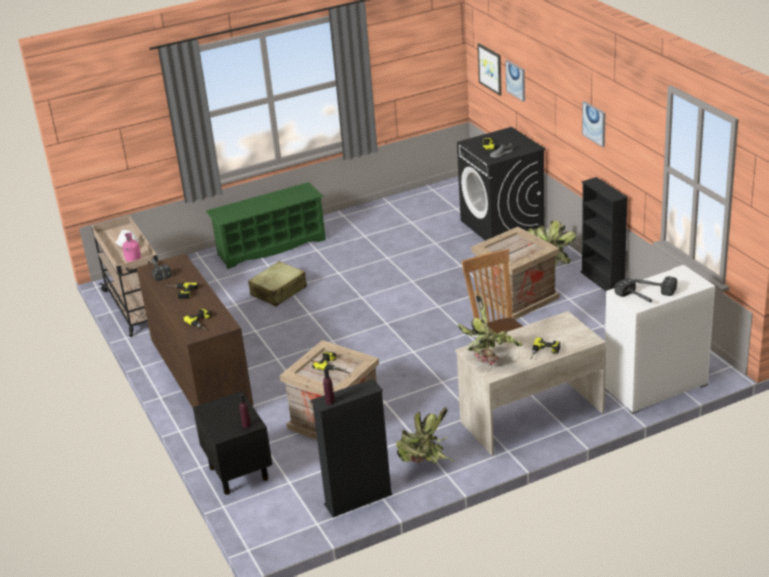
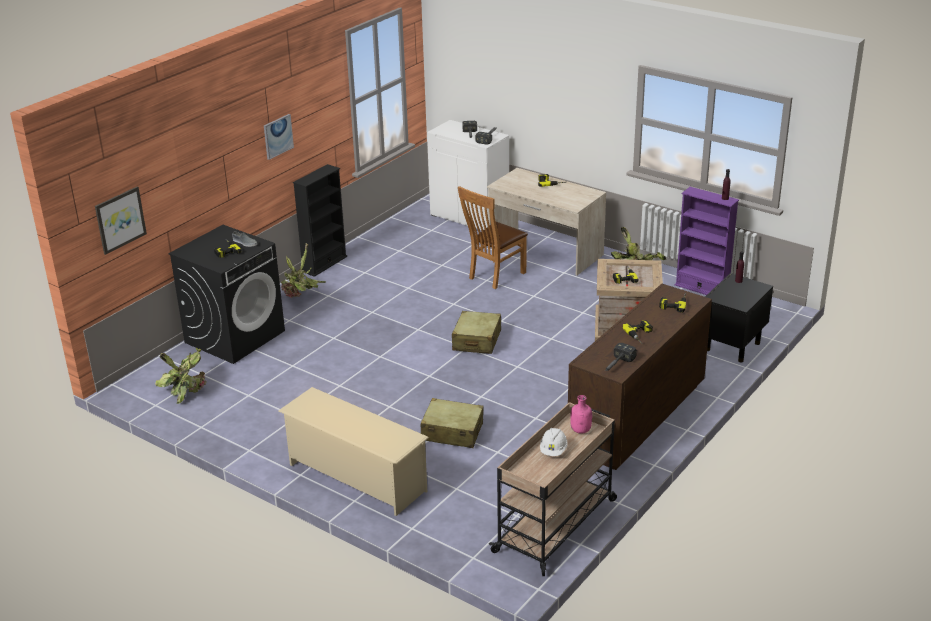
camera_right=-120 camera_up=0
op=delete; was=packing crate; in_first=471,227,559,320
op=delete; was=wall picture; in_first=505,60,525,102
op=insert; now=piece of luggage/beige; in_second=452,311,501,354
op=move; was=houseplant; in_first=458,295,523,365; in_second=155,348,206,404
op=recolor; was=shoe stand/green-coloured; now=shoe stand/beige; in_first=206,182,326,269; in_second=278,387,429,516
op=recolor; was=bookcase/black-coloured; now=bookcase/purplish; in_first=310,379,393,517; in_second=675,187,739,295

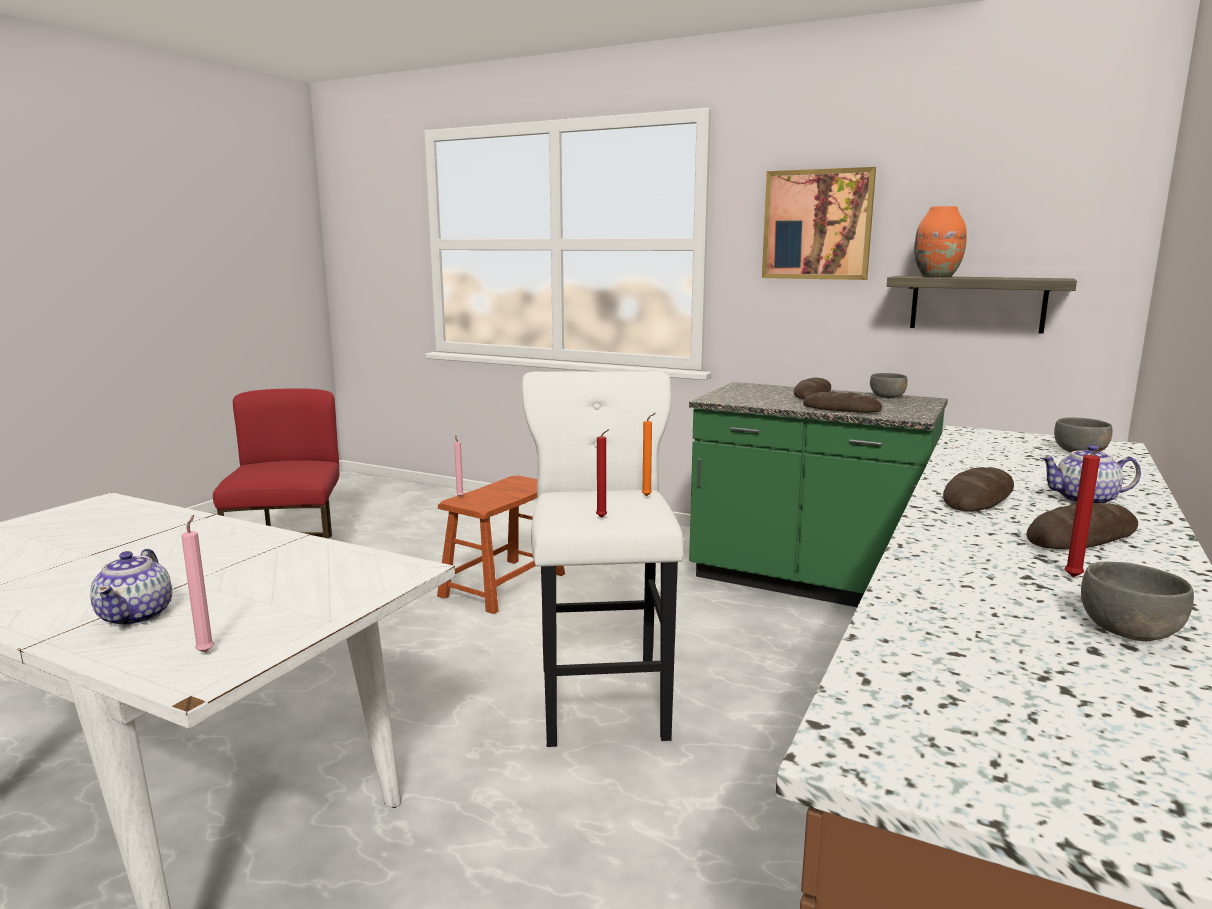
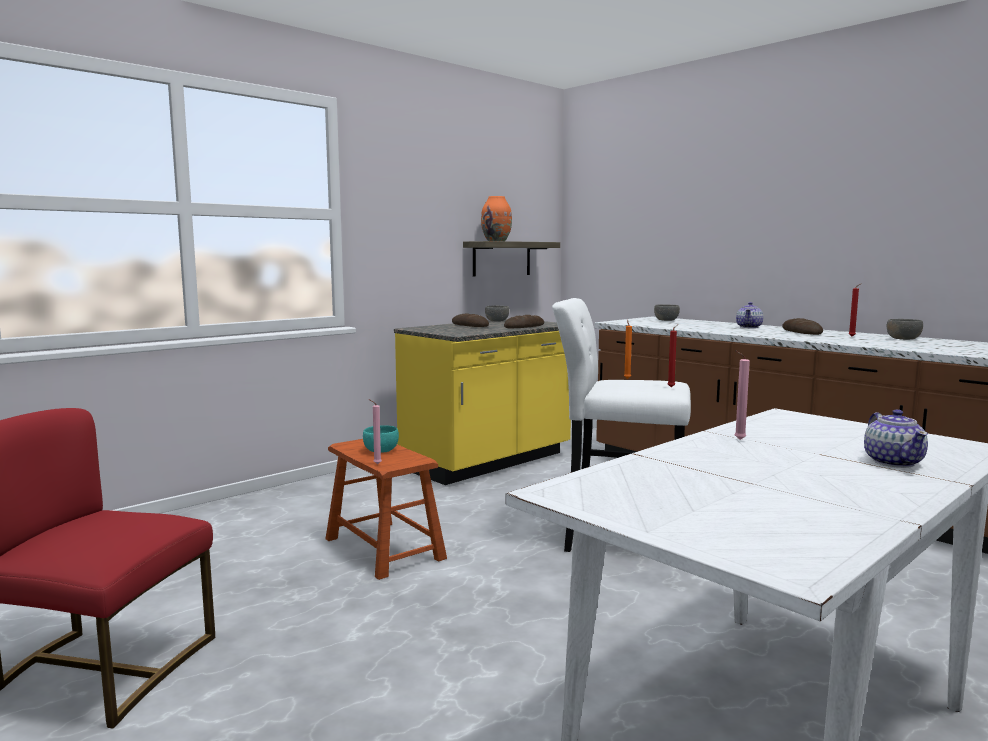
camera_right=-70 camera_up=-5
op=delete; was=wall picture; in_first=762,167,876,280
op=delete; was=bread; in_first=943,467,1014,512
op=insert; now=deep dish/turquoise-coloured; in_second=363,425,399,453
op=move; was=wax light/pink; in_first=181,515,214,653; in_second=734,350,750,440
op=recolor; was=kitchen base unit/green-coloured; now=kitchen base unit/yellow; in_first=689,382,948,607; in_second=394,319,571,485
op=rotate; was=pot for tea; in_first=90,549,172,626; in_second=864,409,928,468; clockwise=75

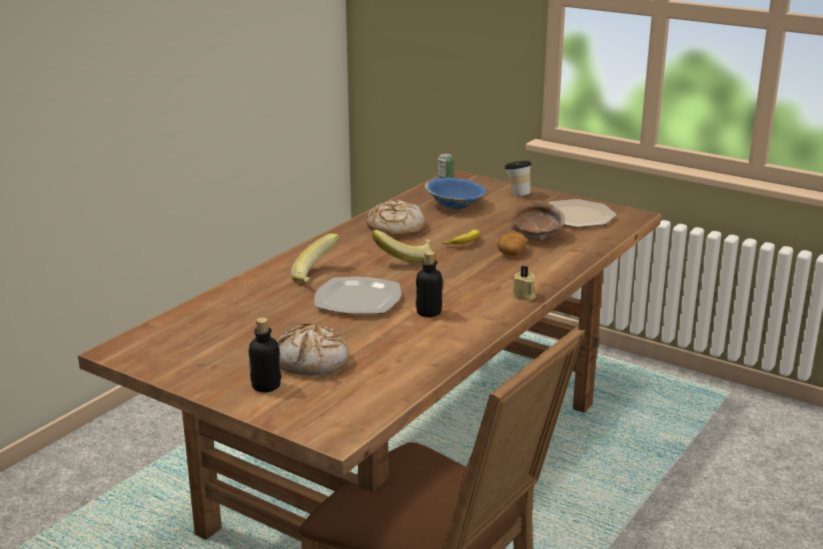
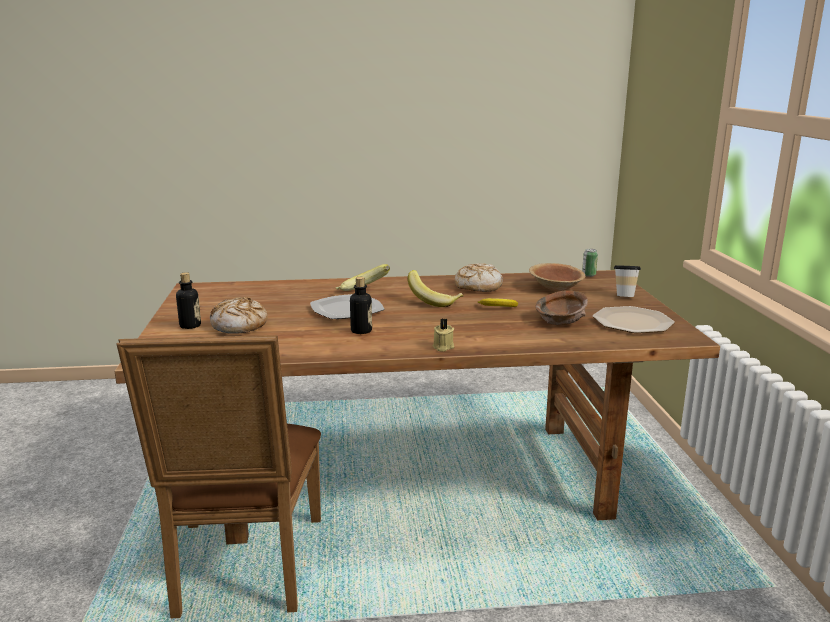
camera_right=50 camera_up=-5
op=delete; was=potato; in_first=497,232,527,256
op=recolor; was=deep dish/blue-coloured; now=deep dish/brown-coloured; in_first=424,177,486,209; in_second=529,263,585,291

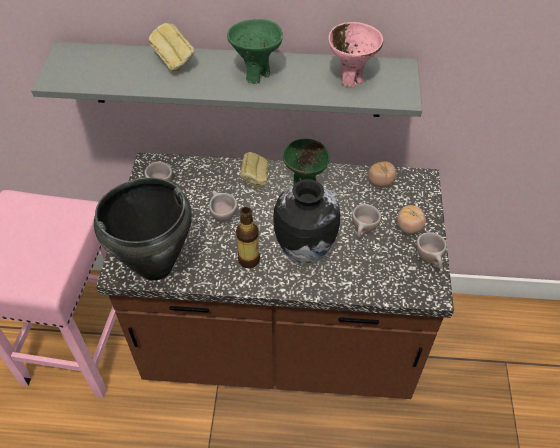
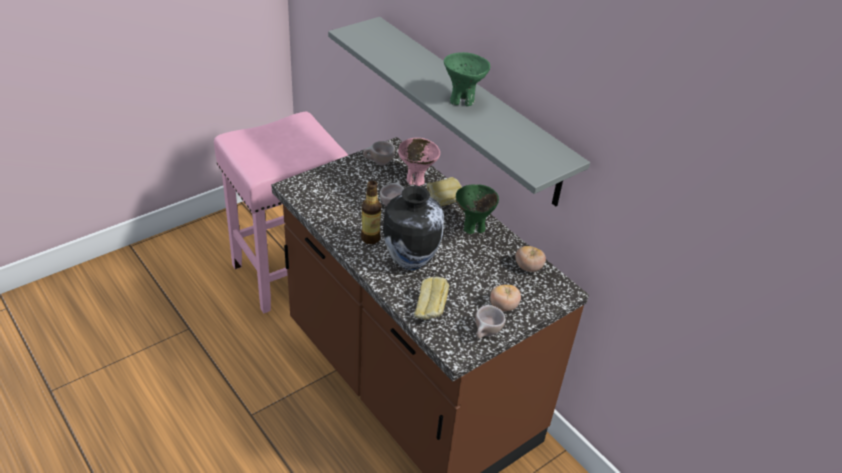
camera_right=45 camera_up=-10
op=delete; was=stockpot/black-coloured; in_first=94,178,192,281
op=delete; was=cup/beige; in_first=352,204,381,238
op=move; was=bread; in_first=149,22,194,71; in_second=414,277,449,320
op=move; was=deep dish/pink; in_first=328,22,383,88; in_second=398,138,440,186

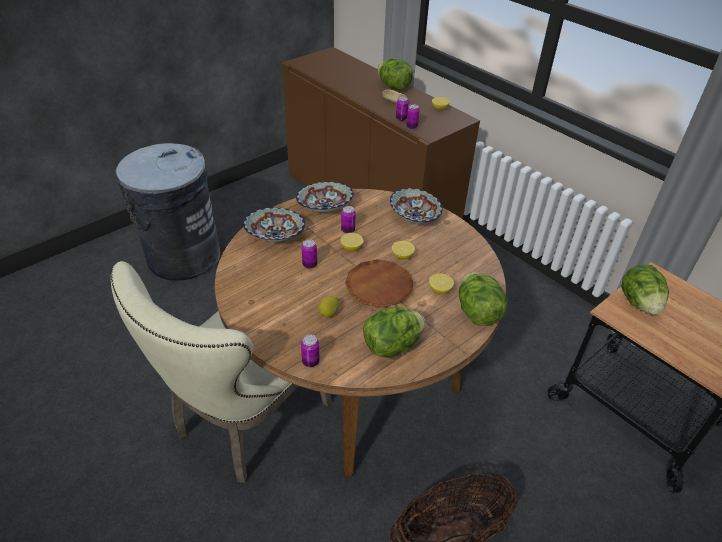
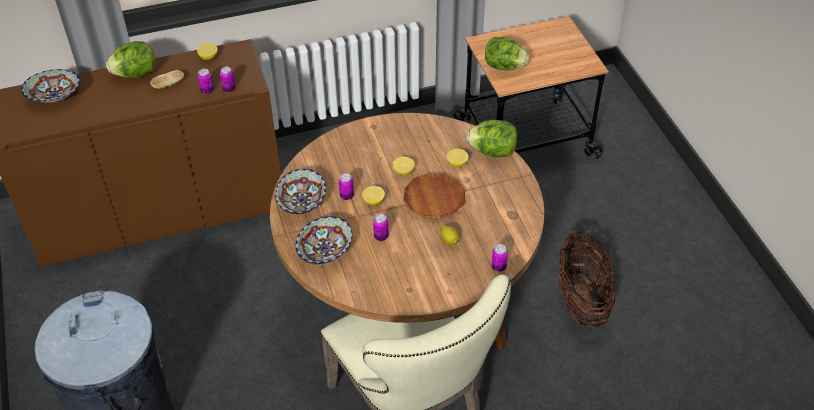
camera_right=-65 camera_up=5
op=delete; was=head of lettuce; in_first=363,307,426,358
op=move; was=deep dish; in_first=390,188,443,223; in_second=21,69,80,103

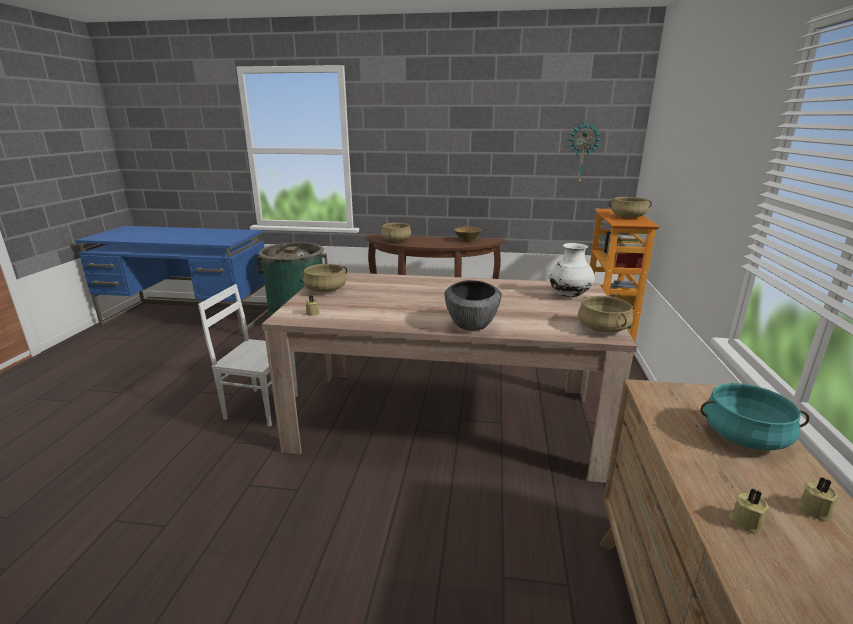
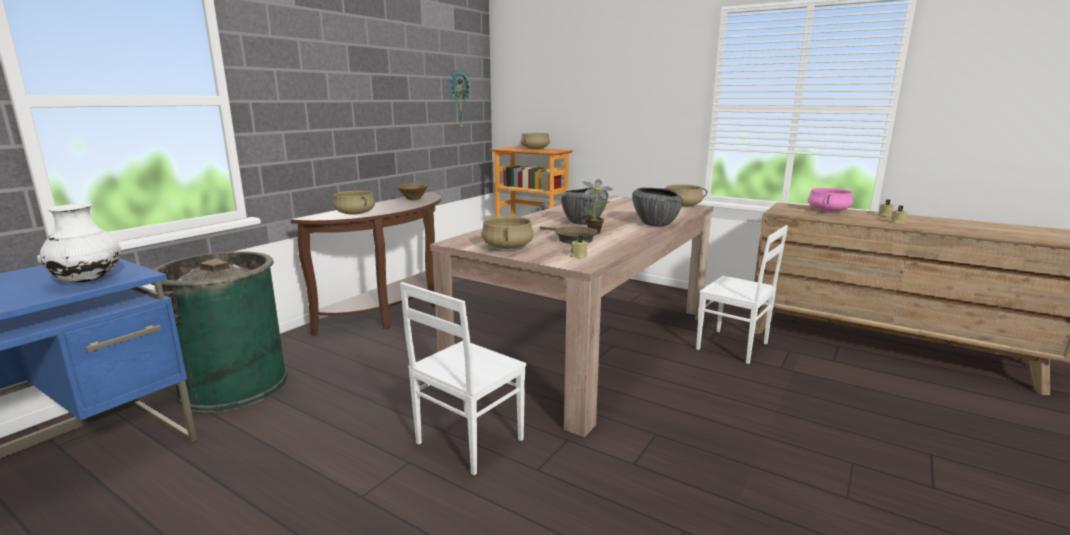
camera_right=-65 camera_up=-5
op=insert; now=skillet/brown-coloured; in_second=540,226,598,244
op=insert; now=deep dish; in_second=561,188,608,225
op=insert; now=houseplant; in_second=582,179,614,234
op=insert; now=chair/whitish; in_second=696,225,788,364
op=move; was=vase/whitish; in_first=549,243,595,297; in_second=40,204,121,283
op=recolor; was=stockpot/turquoise-coloured; now=stockpot/pink; in_first=701,383,810,450; in_second=808,188,853,212

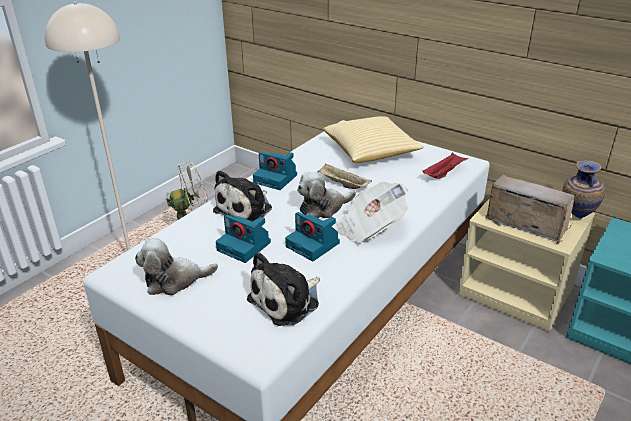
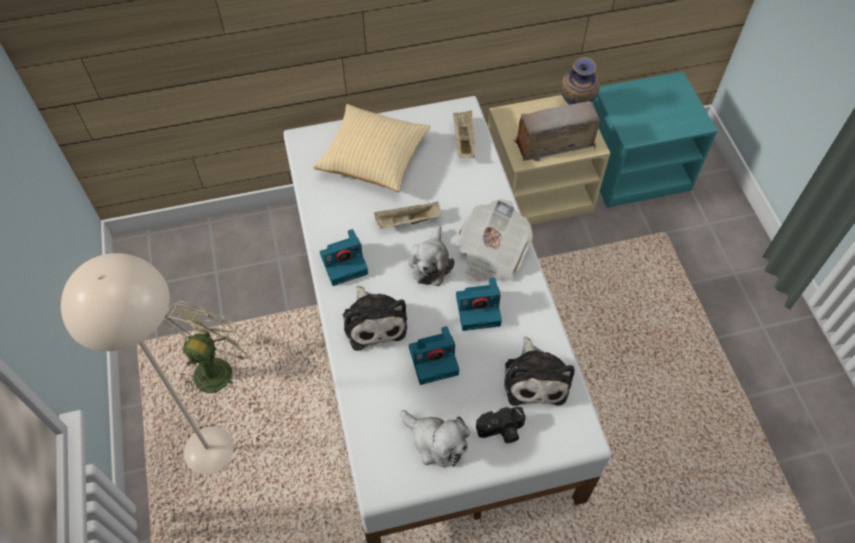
camera_right=-50 camera_up=25
op=insert; now=photo camera; in_second=476,407,526,443
op=recolor; was=tray/red-coloured; now=tray/beige; in_first=422,152,468,179; in_second=453,110,475,158
op=rotate; was=cuddly toy; in_first=135,238,218,295; in_second=400,410,470,468; clockwise=-75

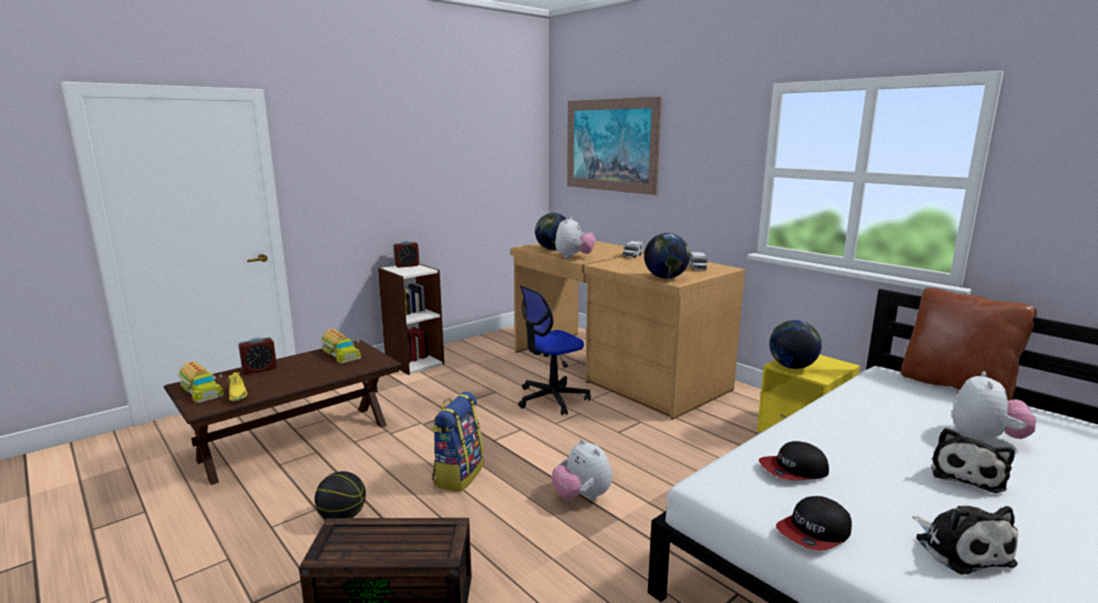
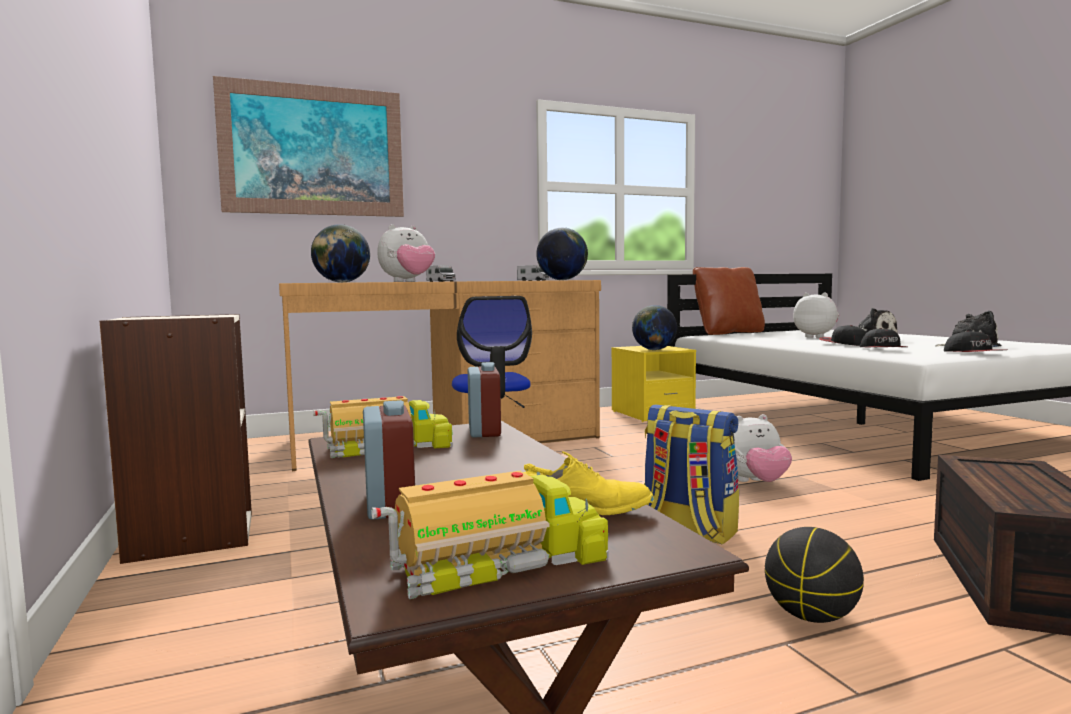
camera_right=-70 camera_up=-10
op=insert; now=peaked cap; in_second=819,325,867,346
op=move; was=bedside clock; in_first=393,241,419,268; in_second=468,362,501,438
op=rotate; was=cuddly toy; in_first=555,217,595,258; in_second=377,224,435,282; clockwise=105

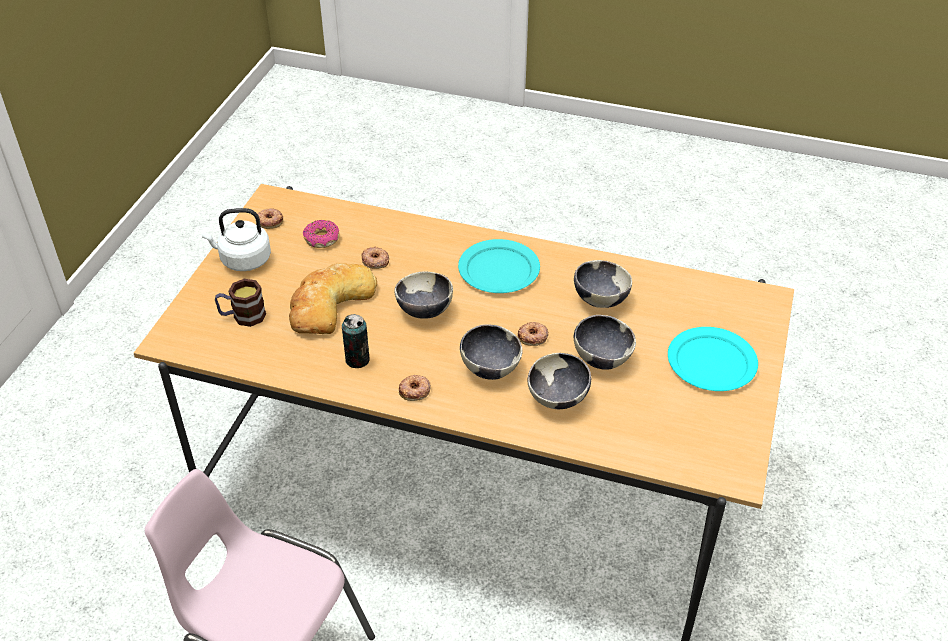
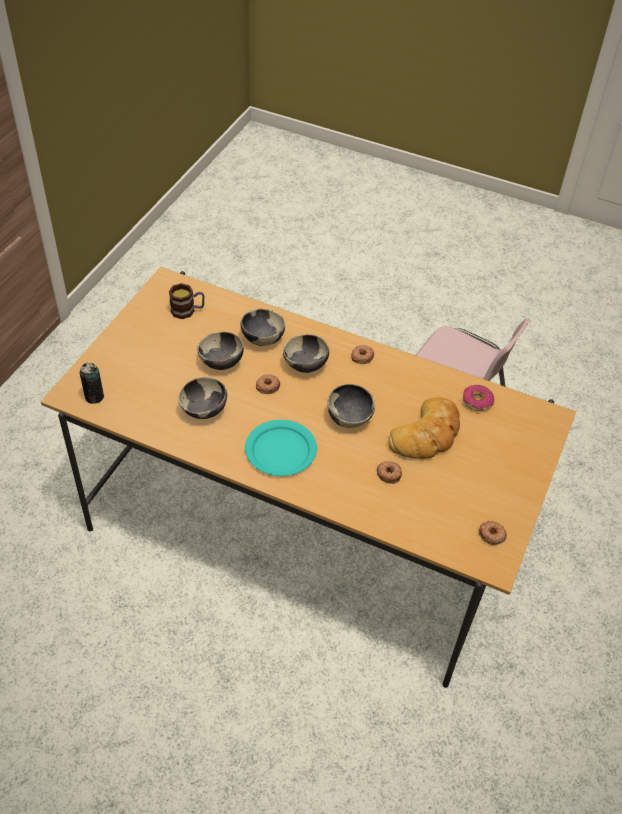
camera_right=-175 camera_up=5
op=delete; was=kettle/whitish; in_first=201,208,271,271
op=delete; was=flat dish/turquoise-coloured; in_first=668,327,758,391
op=move; was=tea mug; in_first=215,279,266,327; in_second=169,283,204,319
op=move; was=donut; in_first=303,220,339,248; in_second=463,385,494,411
op=move; was=metal can; in_first=342,314,370,368; in_second=80,363,104,404

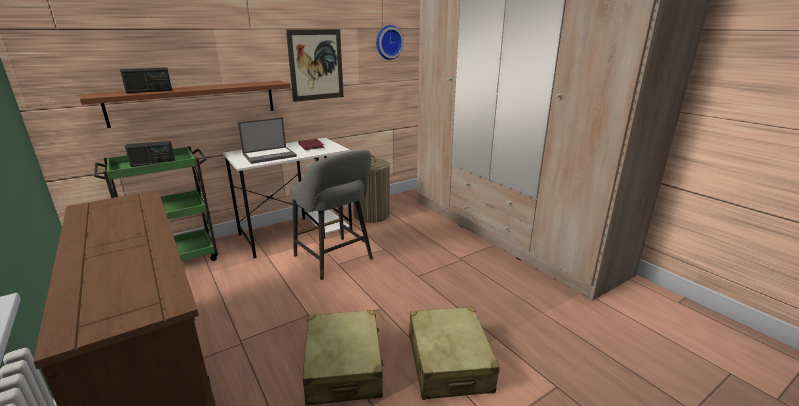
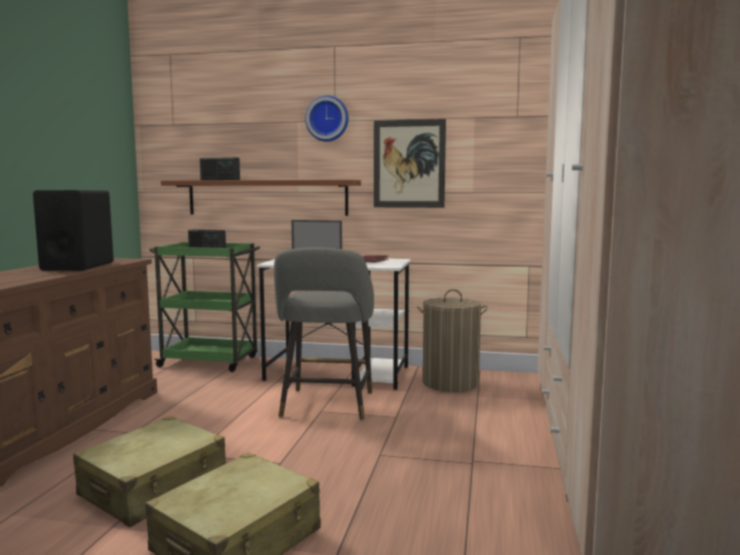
camera_right=45 camera_up=-15
op=insert; now=speaker/black-coloured; in_second=33,190,114,271
op=move; was=clock on the wall; in_first=376,25,404,60; in_second=305,95,348,142

